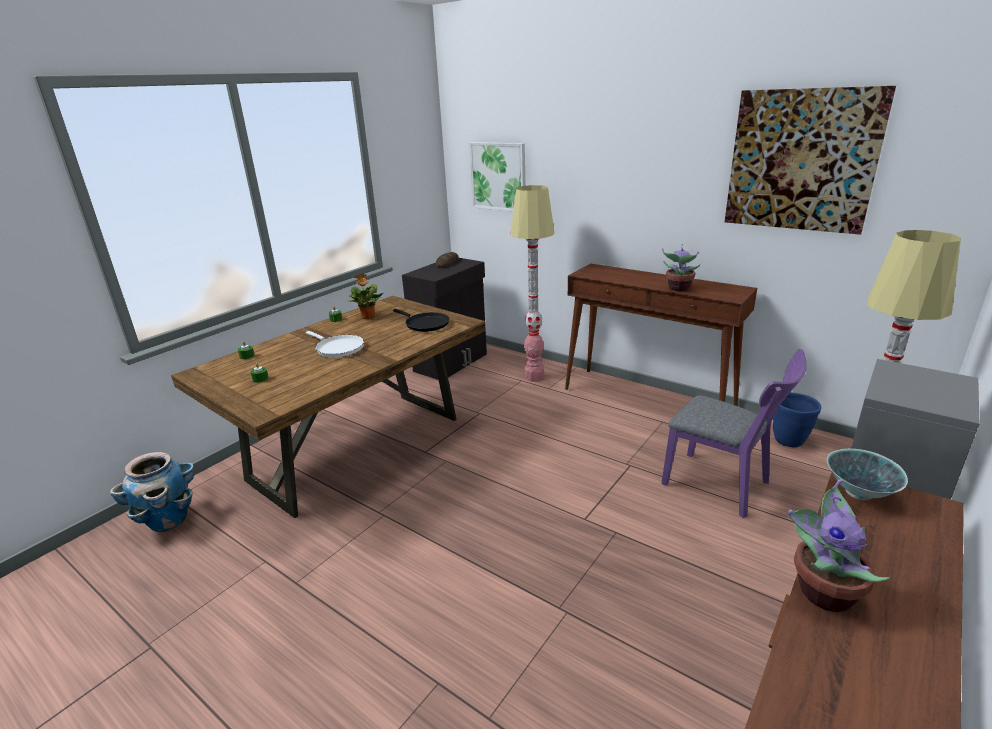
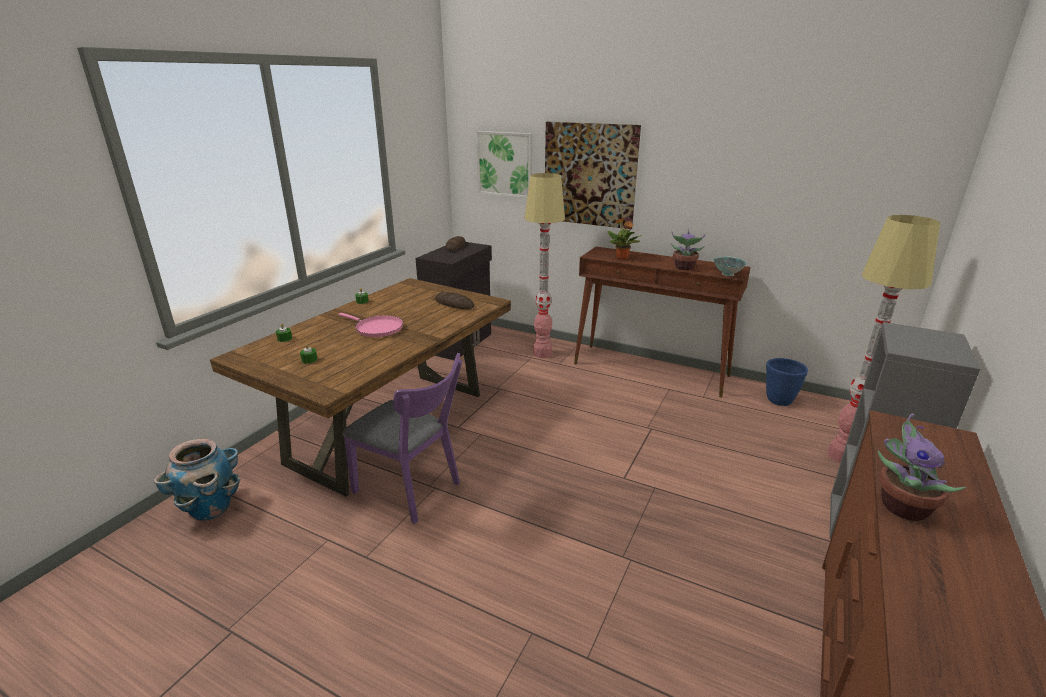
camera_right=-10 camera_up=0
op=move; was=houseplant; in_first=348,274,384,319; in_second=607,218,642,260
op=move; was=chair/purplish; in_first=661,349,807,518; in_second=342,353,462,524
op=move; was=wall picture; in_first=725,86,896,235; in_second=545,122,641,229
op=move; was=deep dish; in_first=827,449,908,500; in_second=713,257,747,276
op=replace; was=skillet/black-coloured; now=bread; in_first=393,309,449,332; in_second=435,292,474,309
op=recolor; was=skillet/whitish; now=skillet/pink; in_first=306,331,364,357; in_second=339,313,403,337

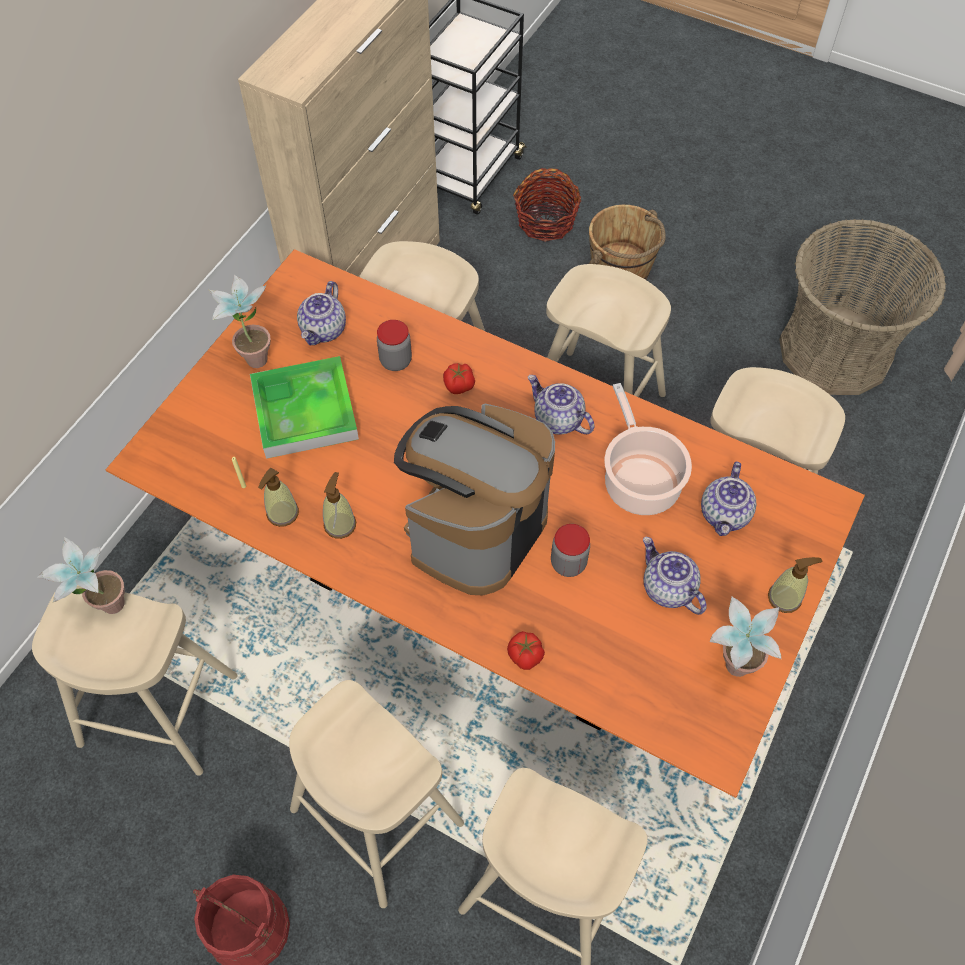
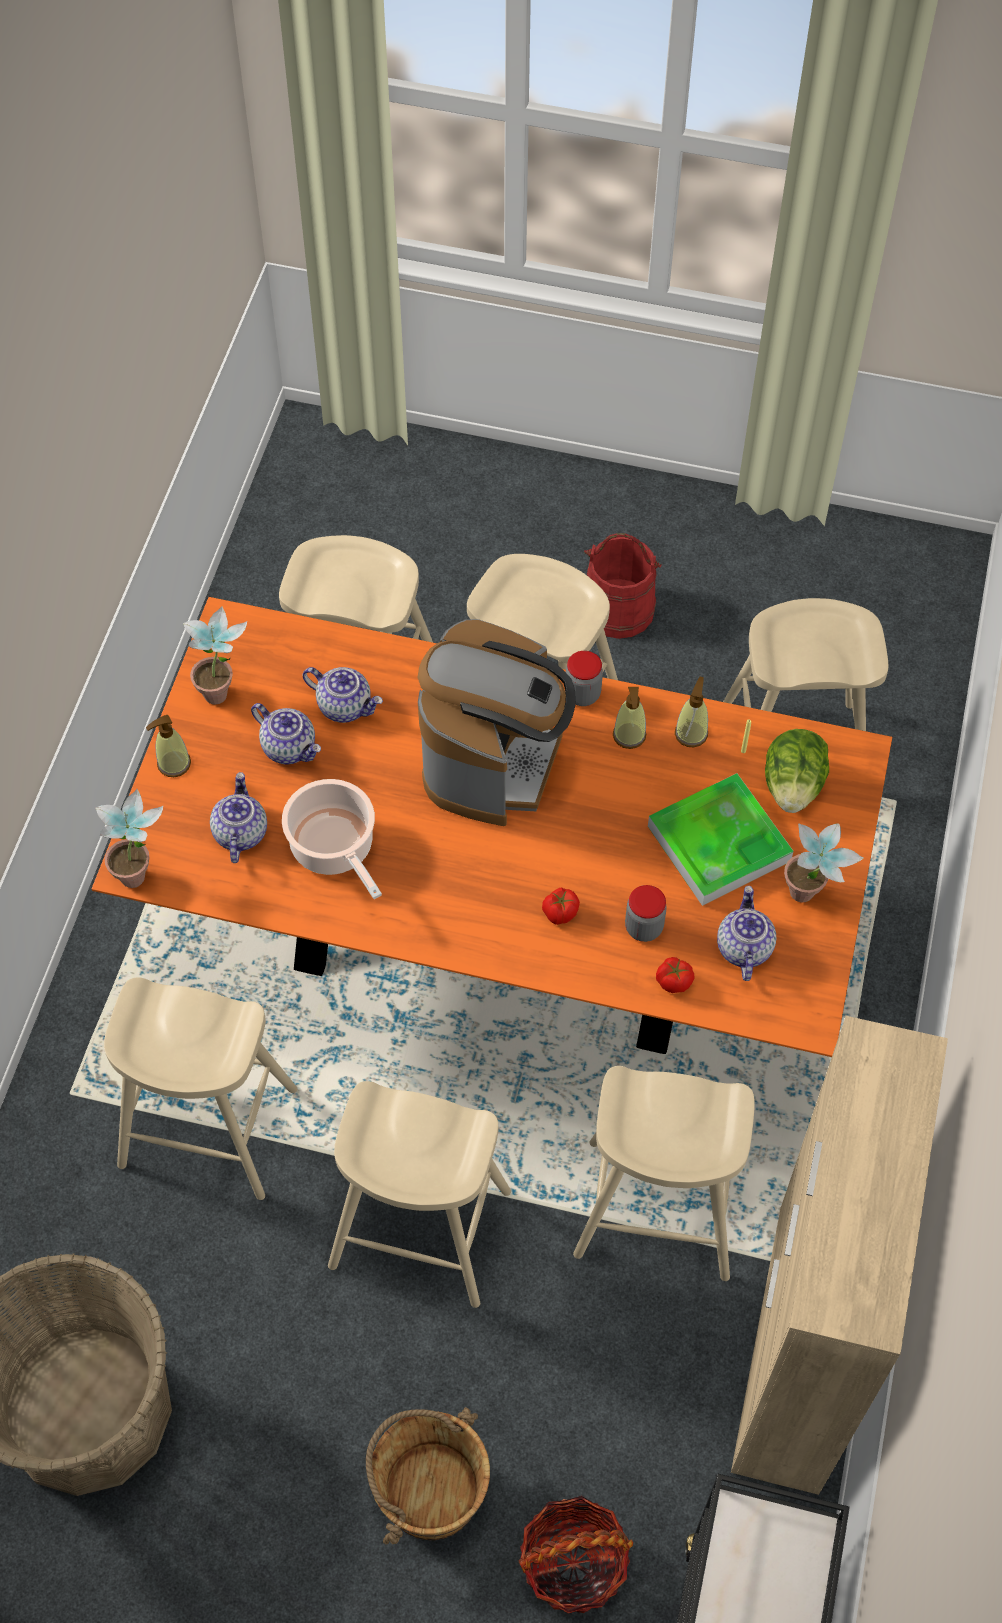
camera_right=165 camera_up=0
op=insert; now=head of lettuce; in_second=765,729,829,813
op=move; was=houseplant; in_first=37,537,125,614; in_second=96,789,163,888
op=move; was=fresh tomato; in_first=507,631,545,670; in_second=656,957,694,993
op=move; was=pot for tea; in_first=528,375,595,435; in_second=303,667,383,723
op=move; was=preserve jar; in_first=551,524,590,577; in_second=565,651,603,706

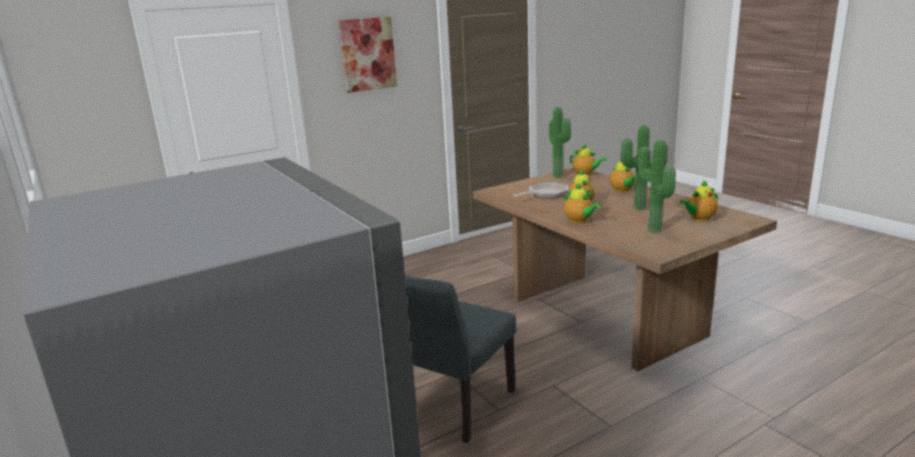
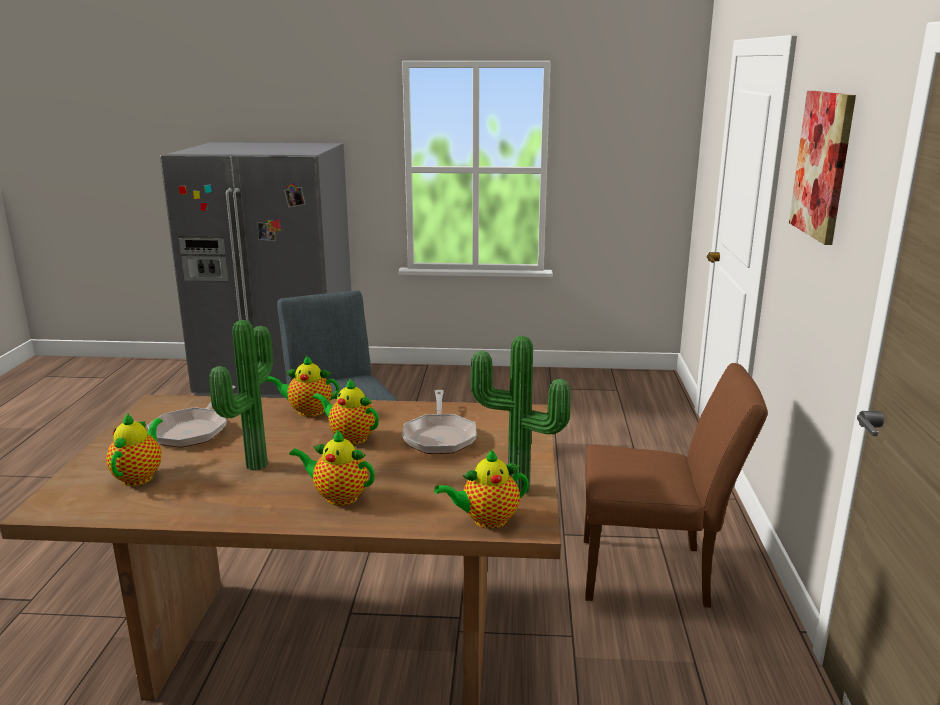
camera_right=125 camera_up=0
op=insert; now=chair/brown-coloured; in_second=583,363,768,608
op=replace; was=houseplant; now=skillet; in_first=638,140,676,233; in_second=147,385,236,448

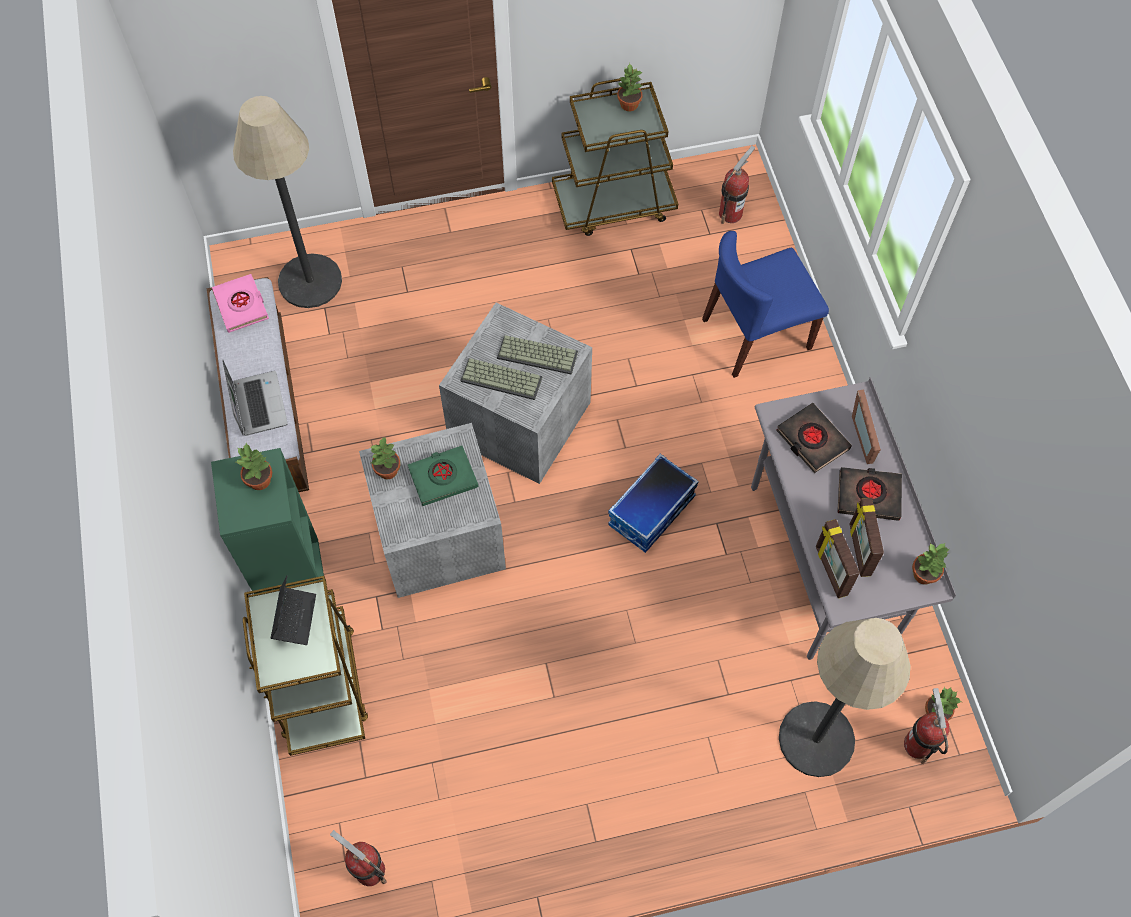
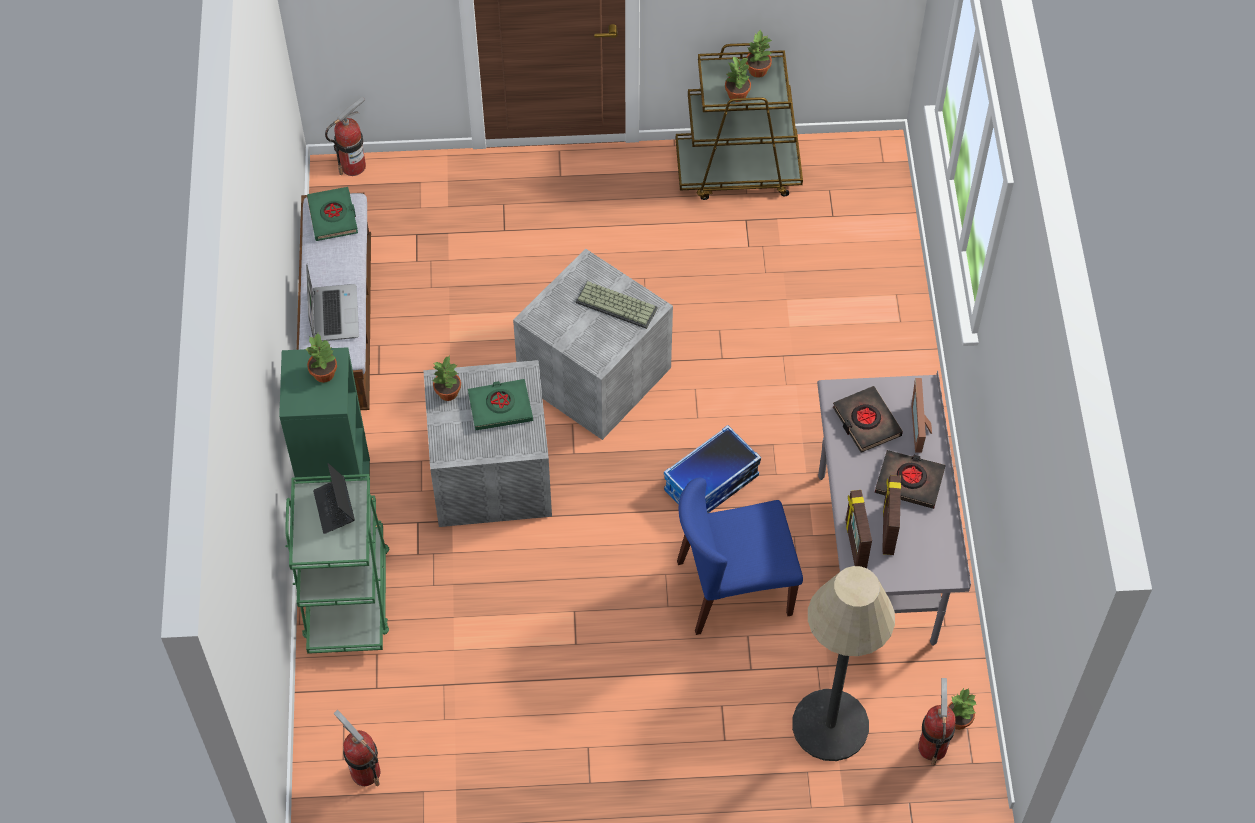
camera_right=10 camera_up=-5
op=delete; was=standard lamp; in_first=233,96,342,308
op=delete; was=PC keyboard; in_first=460,358,543,400
op=move; was=chair/blue-coloured; in_first=702,231,829,378; in_second=677,478,803,635
op=move; was=extinguisher; in_first=719,146,755,224; in_second=325,97,366,176
op=move; was=houseplant; in_first=912,542,949,585; in_second=725,57,751,102
op=recolor; was=book/pink; now=book/green-coloured; in_first=212,274,269,333; in_second=307,187,358,241
op=recolor; was=cart/brown-coloured; now=cart/green-coloured; in_first=243,576,368,756; in_second=285,474,389,654
op=rotate; was=laptop; in_first=271,576,316,645; in_second=313,463,355,534; clockwise=150

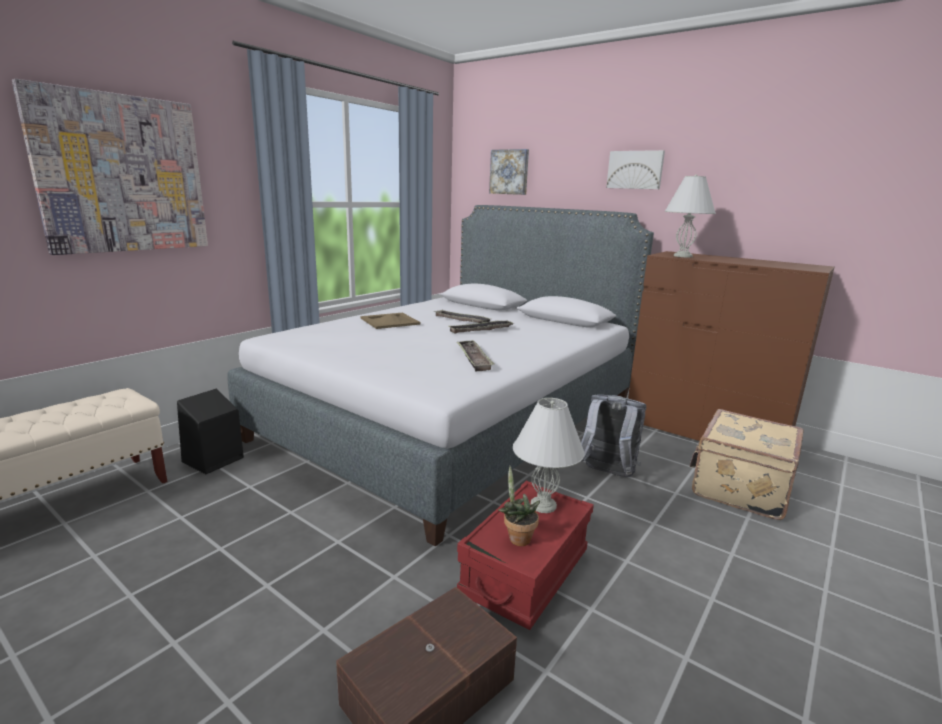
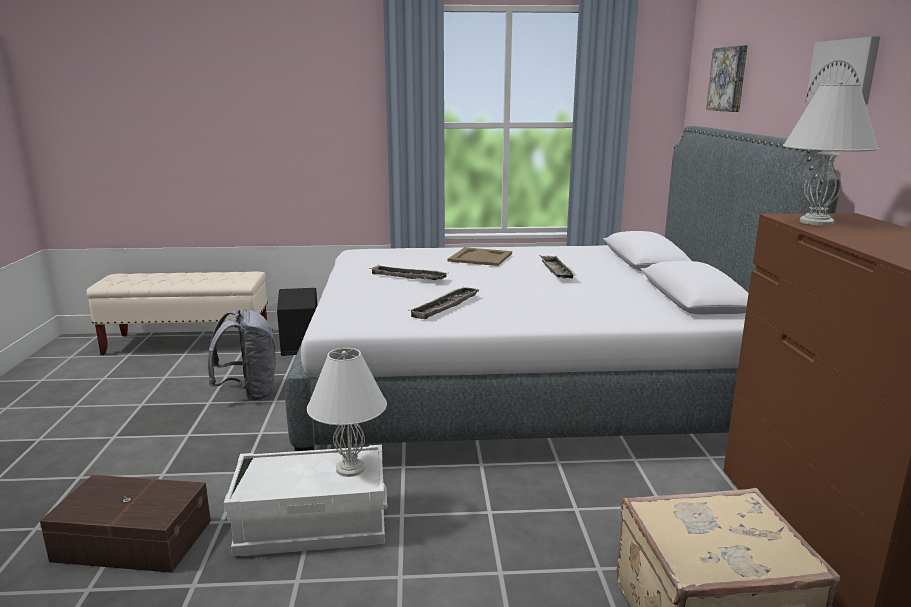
camera_right=50 camera_up=0
op=delete; was=wall picture; in_first=12,79,208,255
op=delete; was=houseplant; in_first=498,466,540,546
op=move; was=tray; in_first=449,321,513,333; in_second=369,265,449,280
op=move; was=rucksack/grey; in_first=581,395,647,477; in_second=207,309,276,401
op=recolor; was=storage container/red-coloured; now=storage container/whitish; in_first=457,481,594,630; in_second=224,445,388,556

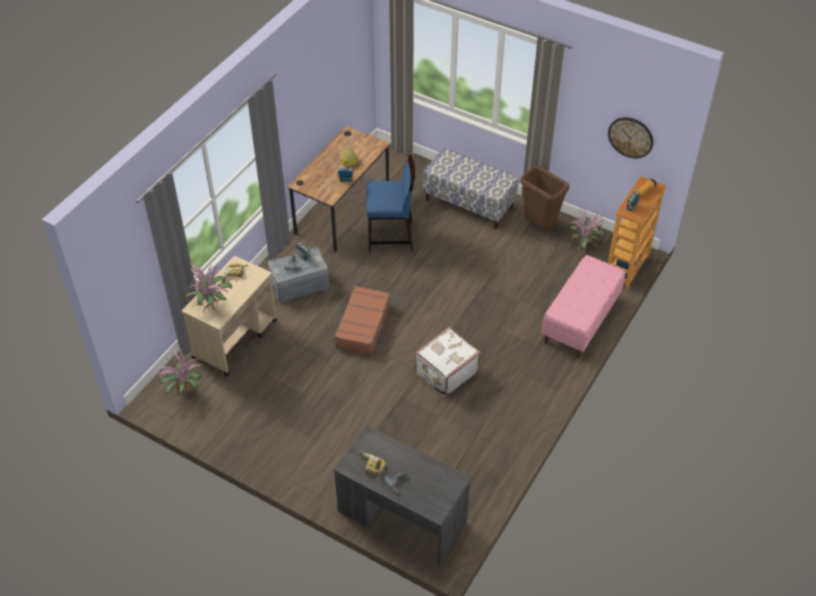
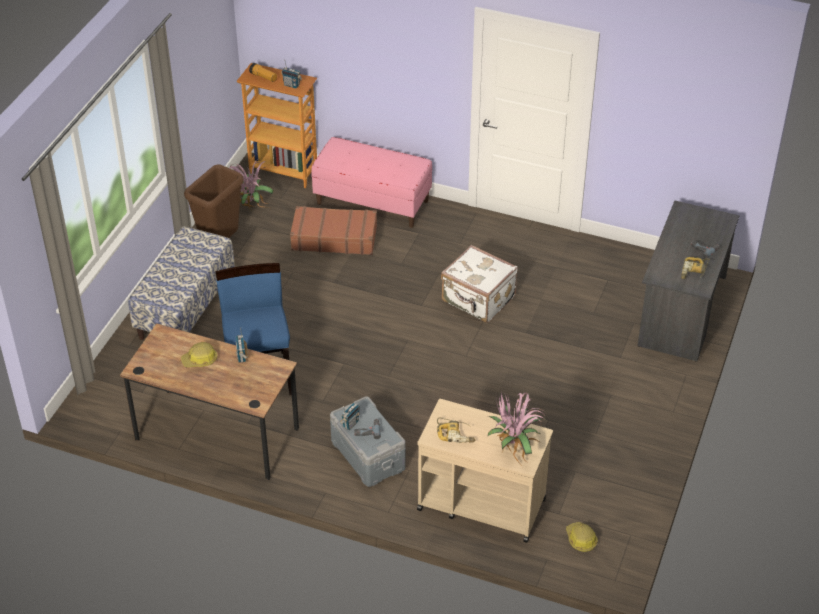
camera_right=-100 camera_up=-5
op=delete; was=clock on the wall; in_first=608,117,653,158
op=move; was=piece of luggage/brown-coloured; in_first=335,286,392,356; in_second=290,206,377,255
op=replace; was=houseplant; now=hard hat; in_first=156,348,202,397; in_second=566,522,598,552

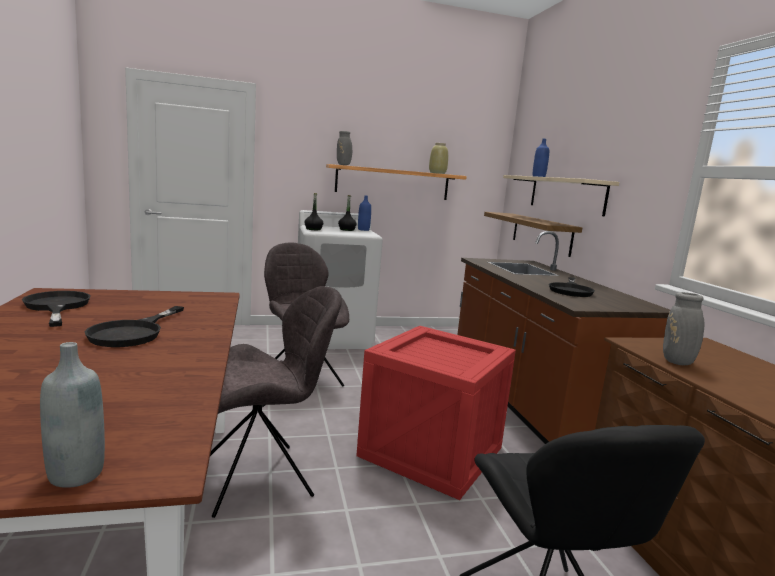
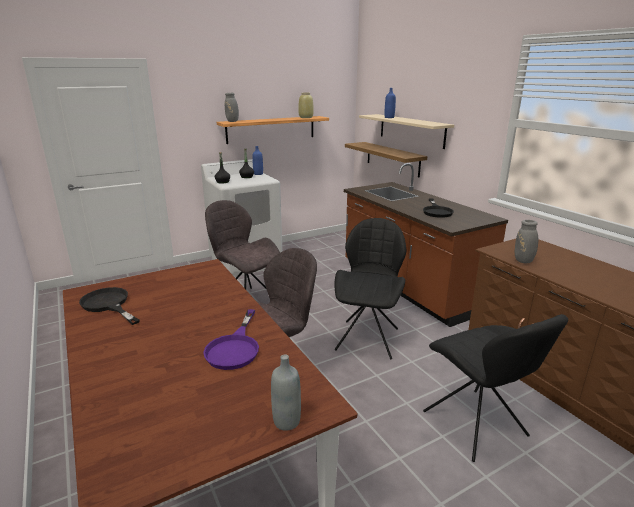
camera_right=-15 camera_up=10
op=delete; was=skillet/black-coloured; in_first=85,306,184,347
op=insert; now=skillet/purplish; in_second=203,309,259,370
op=replace; was=packing crate; now=chair/black-coloured; in_first=356,326,516,500; in_second=334,218,406,359

